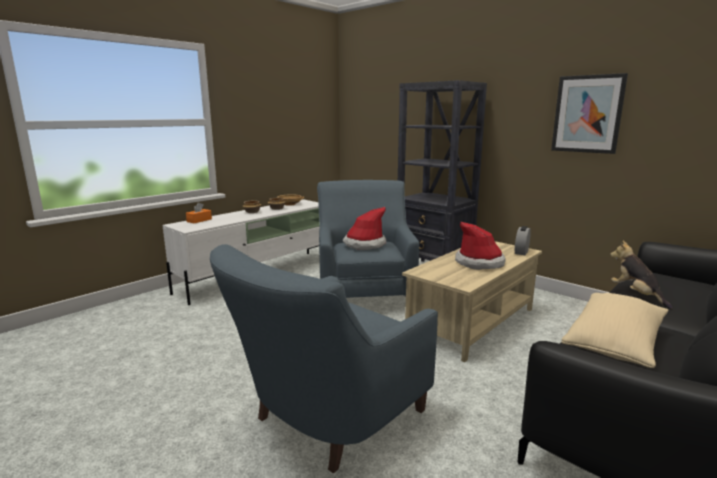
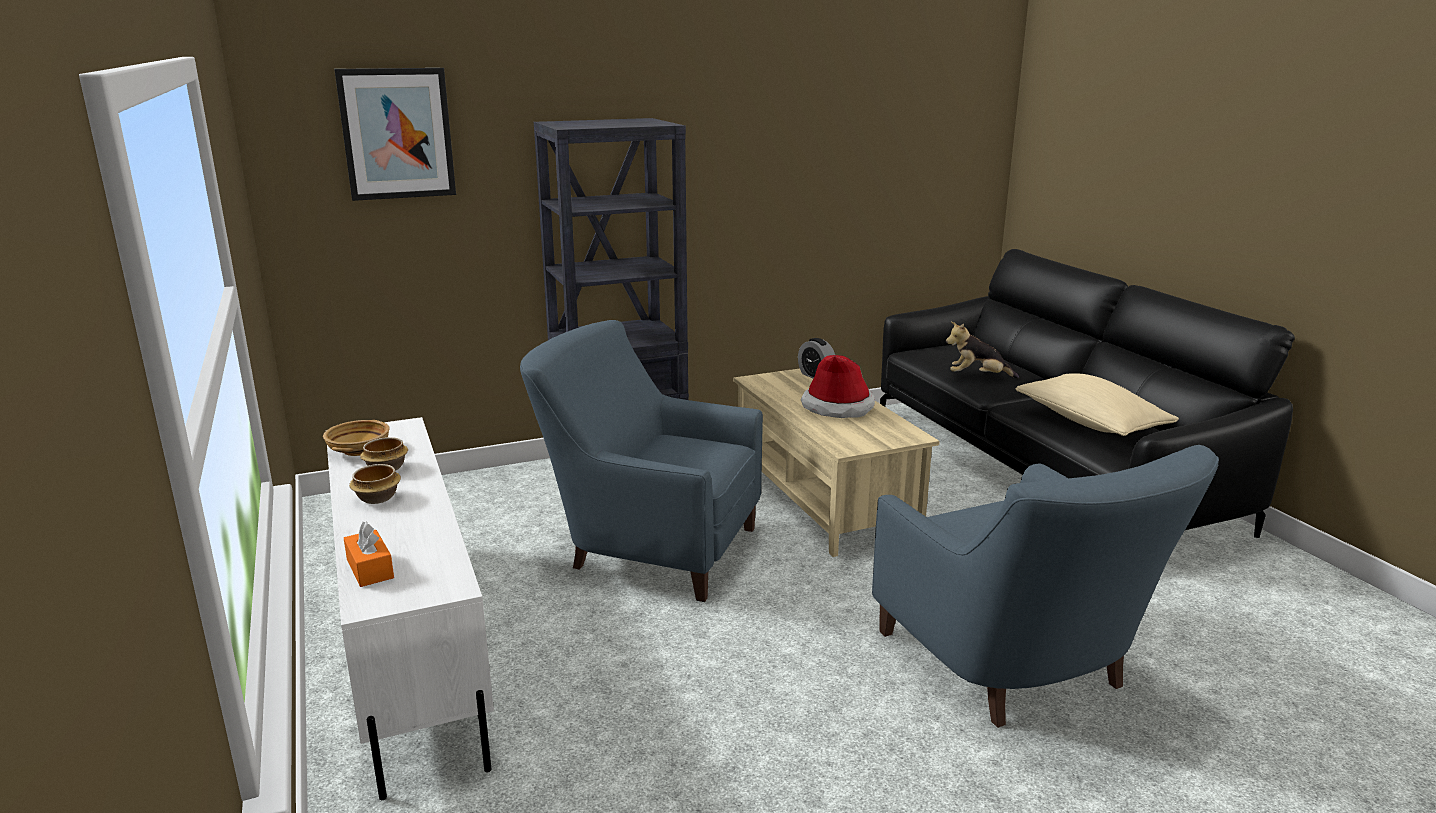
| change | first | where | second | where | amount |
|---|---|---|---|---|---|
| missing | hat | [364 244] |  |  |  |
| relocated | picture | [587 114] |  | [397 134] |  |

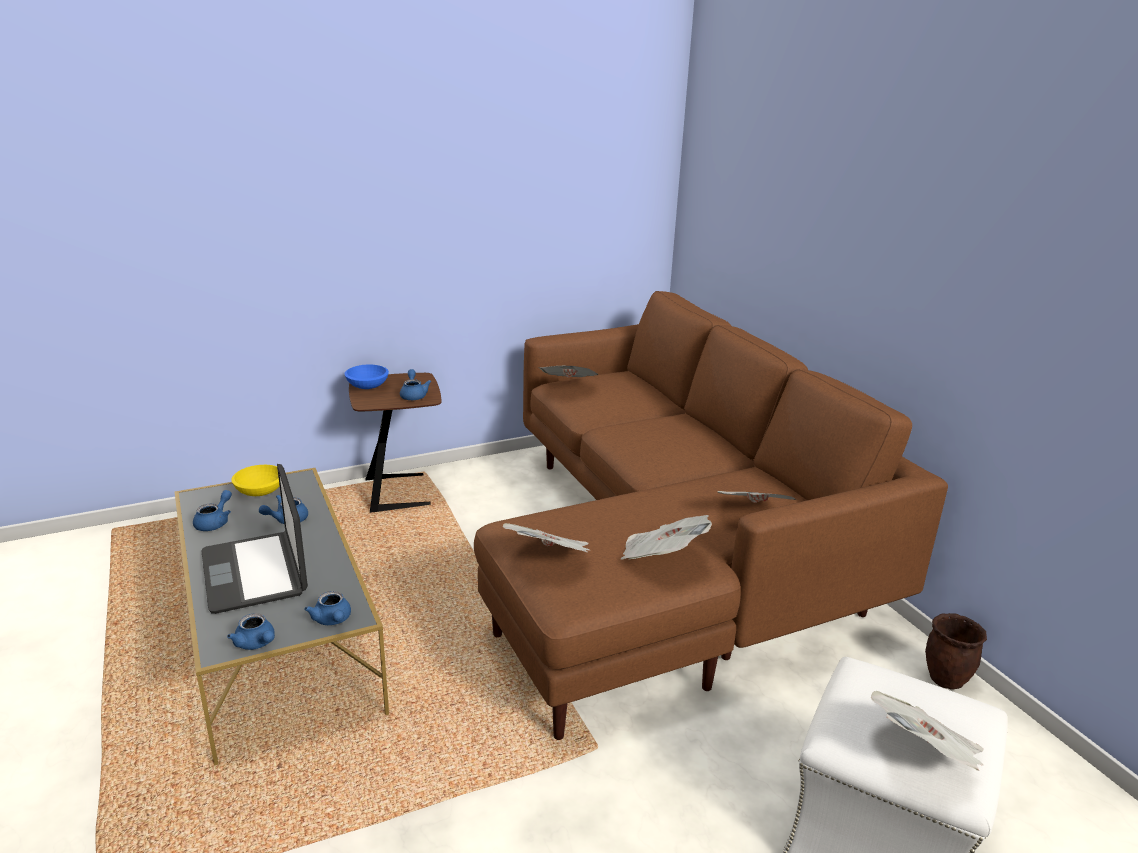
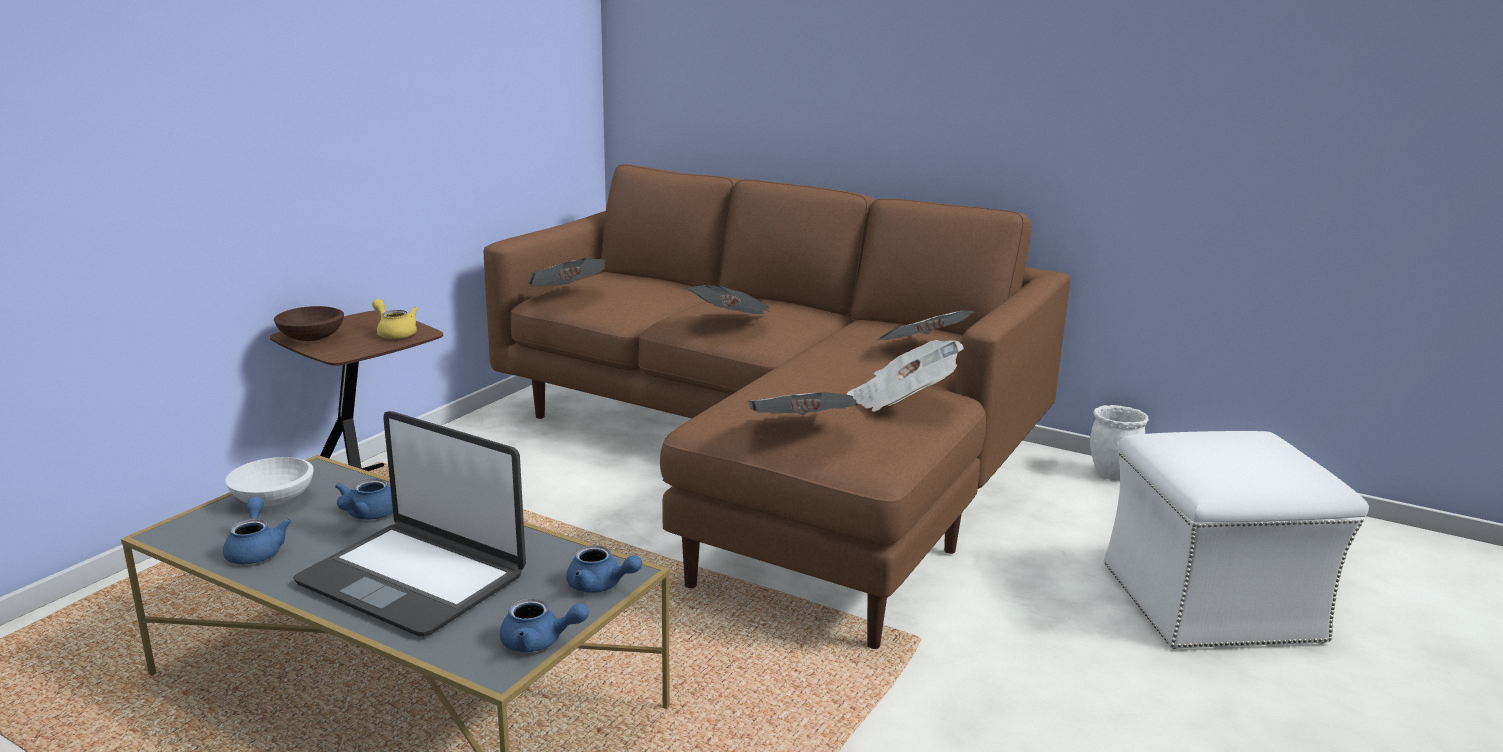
| change | first | where | second | where | amount |
|---|---|---|---|---|---|
| relocated | newspaper | [925 753] |  | [731 323] |  |
| colour | yellow bowl | [261 491] | white bowl | [275 499] |  |
| colour | blue bowl | [368 386] | brown bowl | [312 338] |  |
| colour | blue teapot | [413 395] | yellow teapot | [395 333] |  |
| colour | brown planter | [946 679] | white planter | [1112 474] |  |

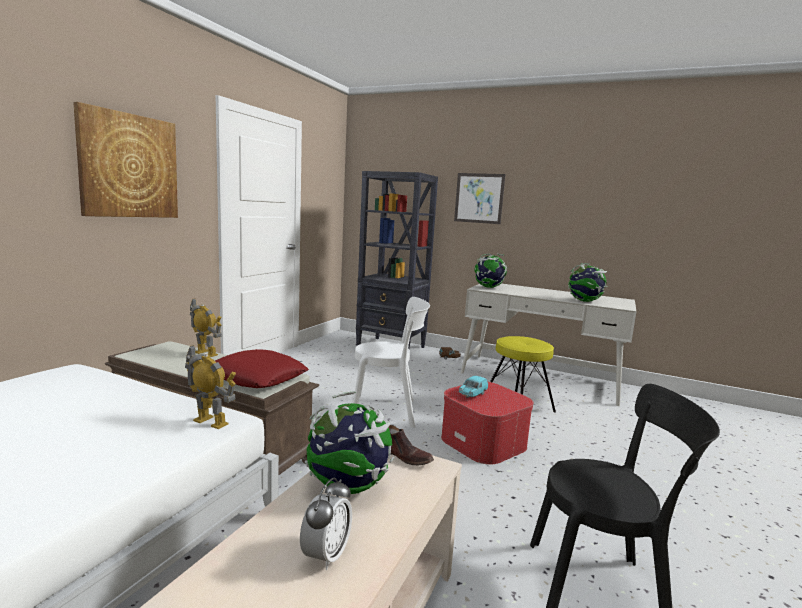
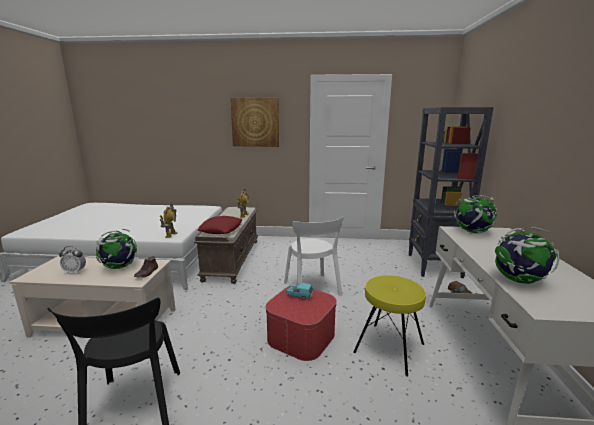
| change | first | where | second | where | amount |
|---|---|---|---|---|---|
| missing | picture | [479 198] |  |  |  |

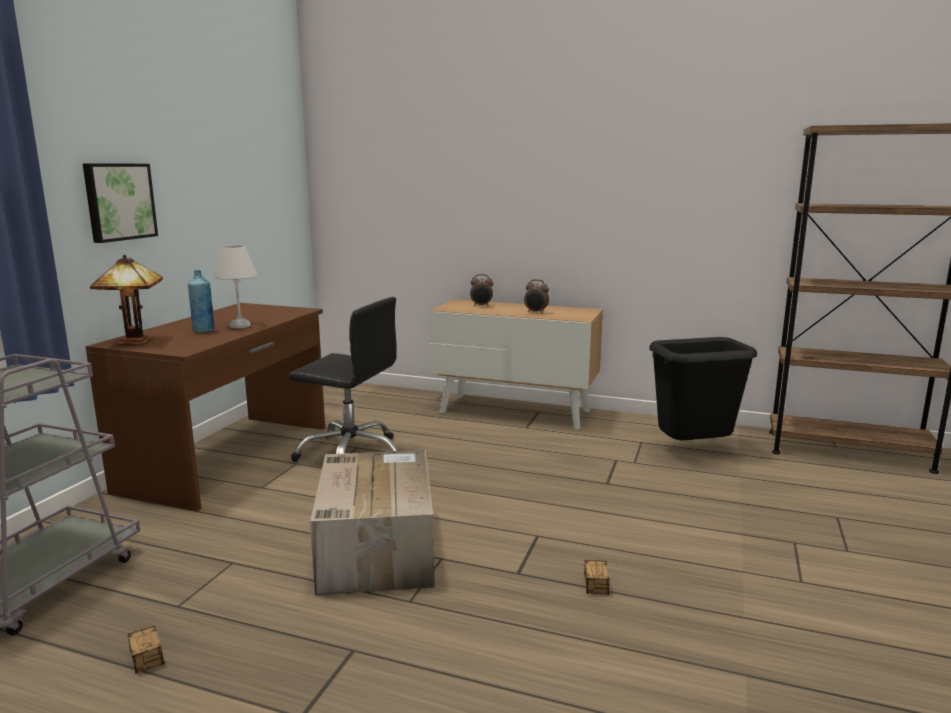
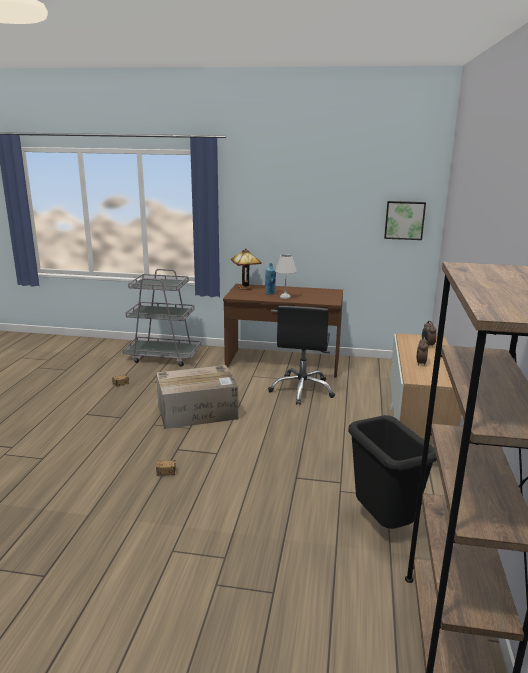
| change | first | where | second | where | amount |
|---|---|---|---|---|---|
| relocated | picture | [119 201] |  | [404 220] |  |

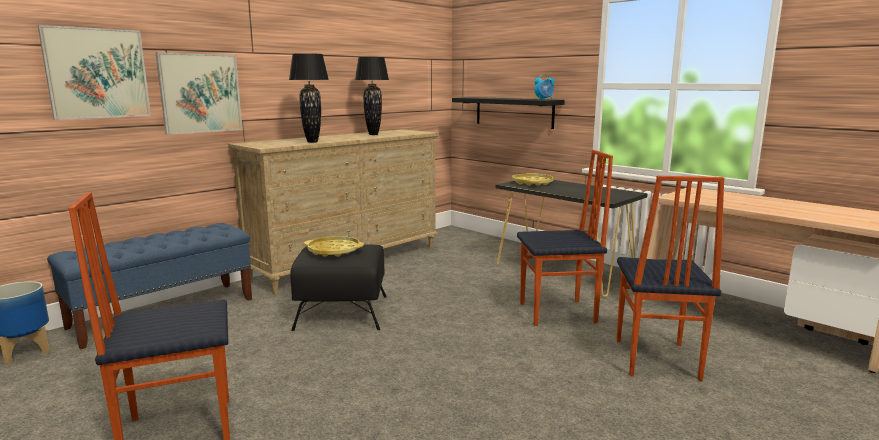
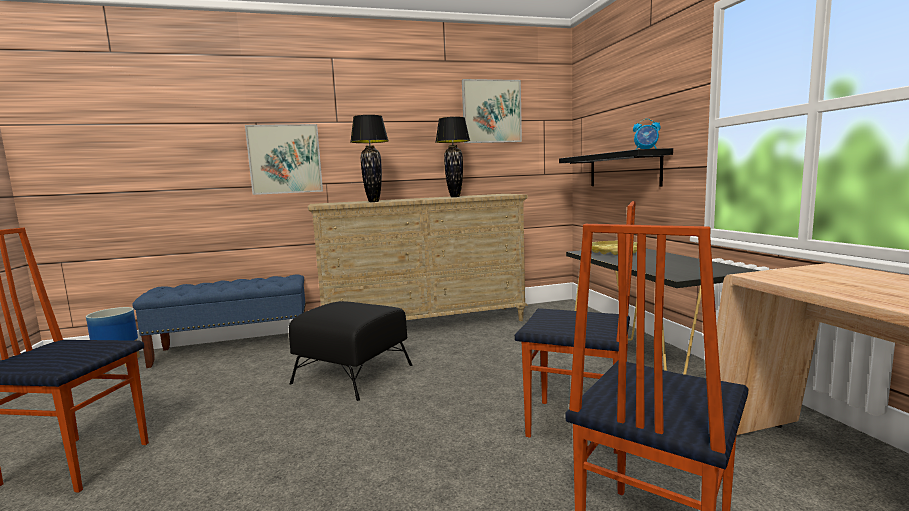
| change | first | where | second | where | amount |
|---|---|---|---|---|---|
| missing | yellow tray | [334 251] |  |  |  |
| relocated | picture | [97 73] |  | [491 111] |  |

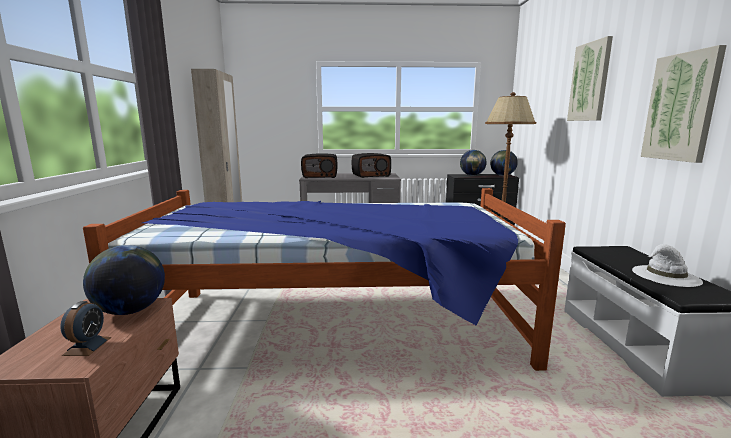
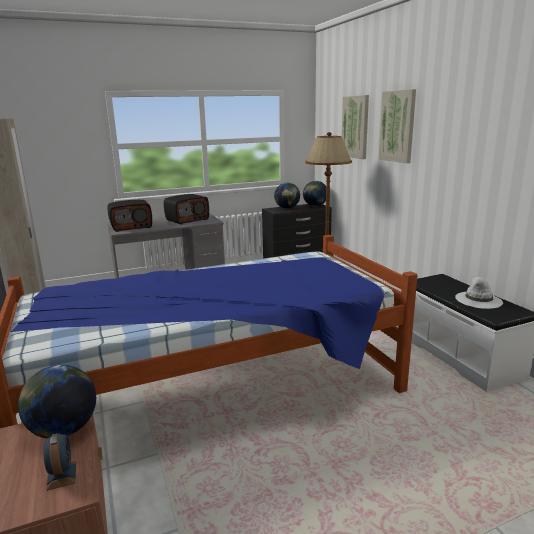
| change | first | where | second | where | amount |
|---|---|---|---|---|---|
| relocated | picture | [681 107] |  | [355 127] |  |

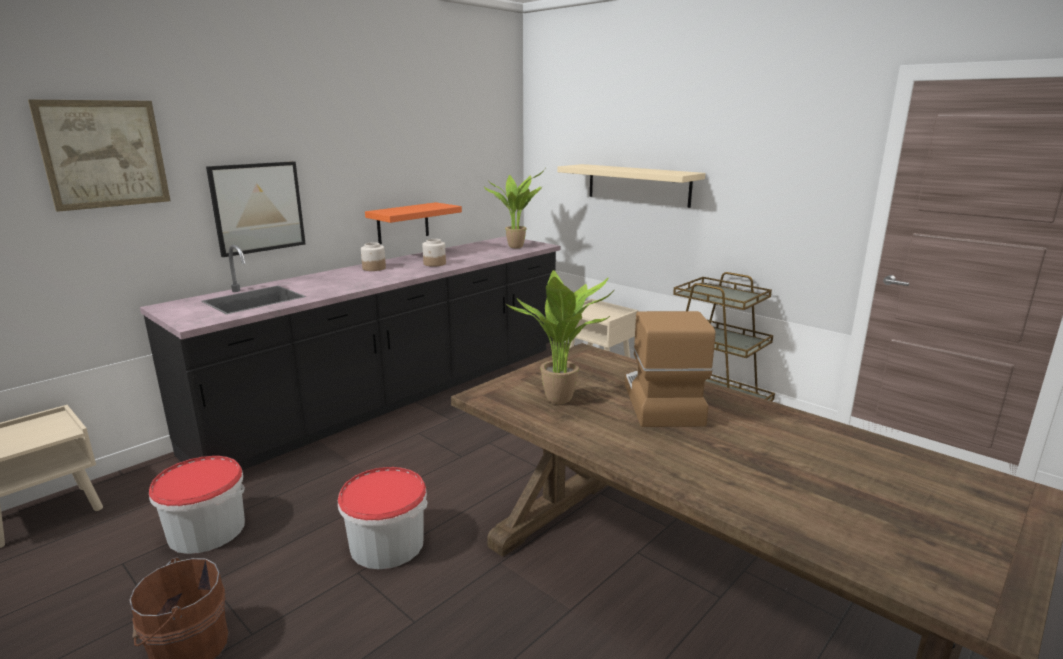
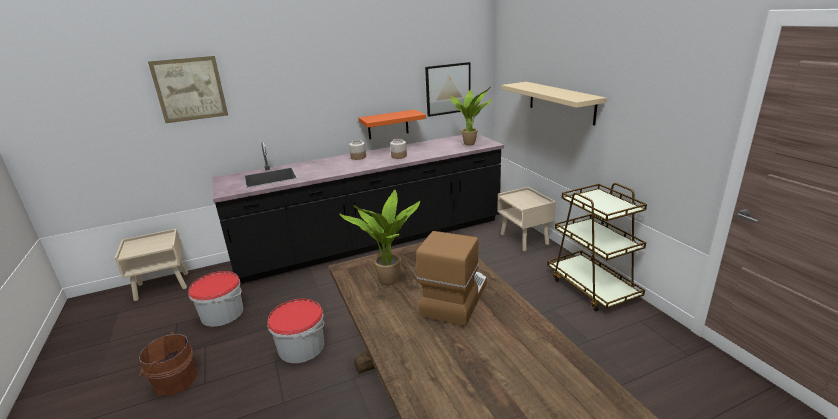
| change | first | where | second | where | amount |
|---|---|---|---|---|---|
| relocated | picture | [258 207] |  | [448 89] |  |

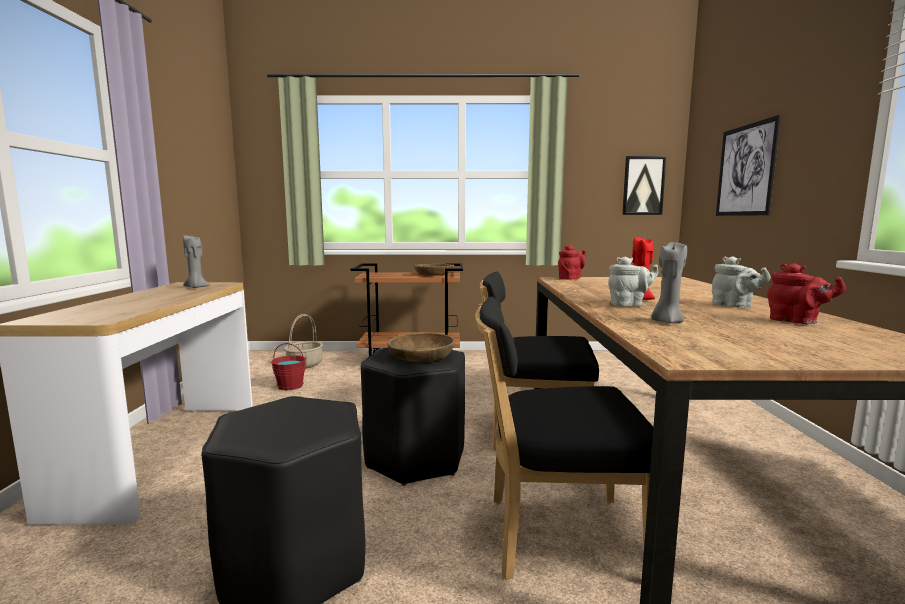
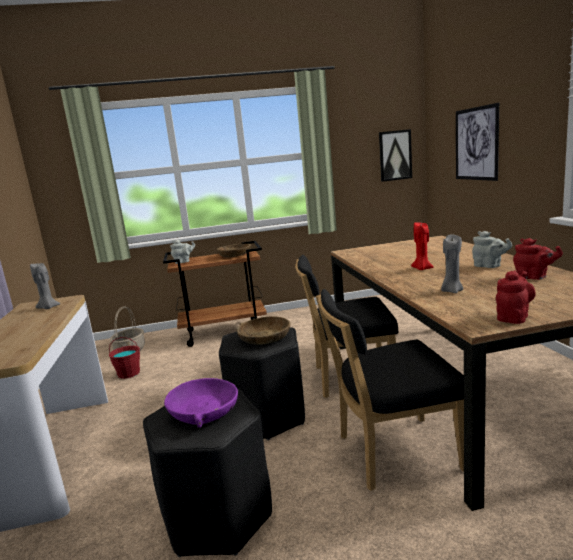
| change | first | where | second | where | amount |
|---|---|---|---|---|---|
| appeared |  |  | purple bowl | [204 411] |  |
| relocated | red teapot | [571 278] |  | [513 317] |  |
| relocated | grey teapot | [629 305] |  | [183 262] |  |

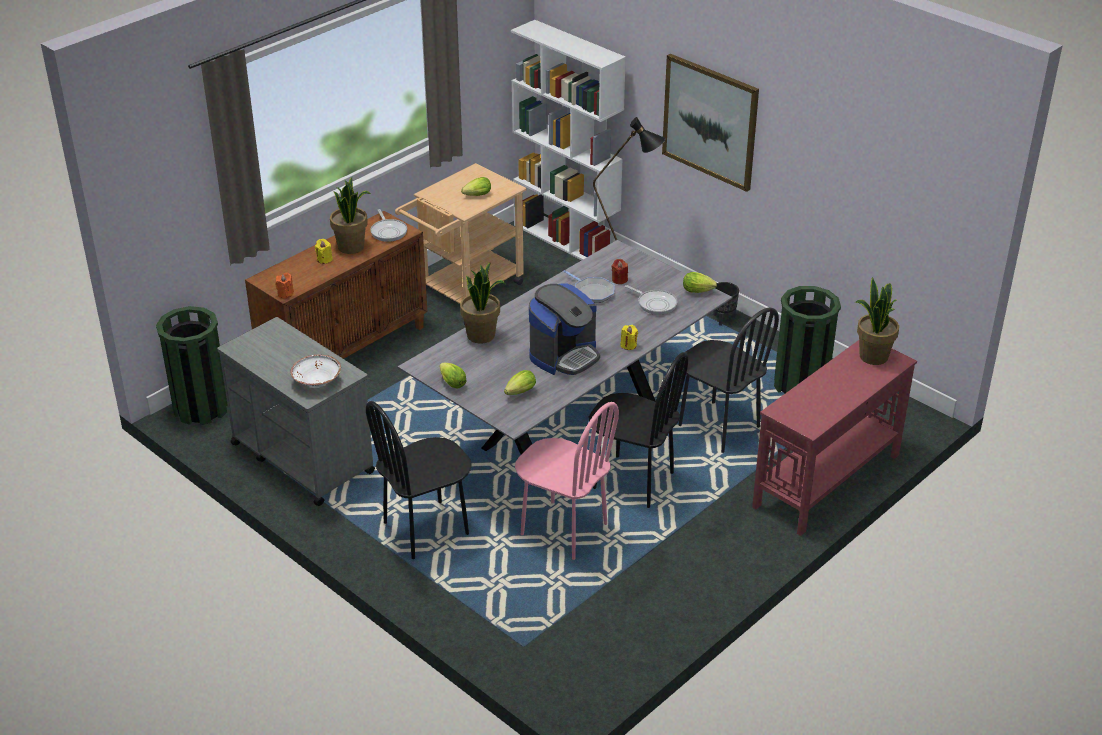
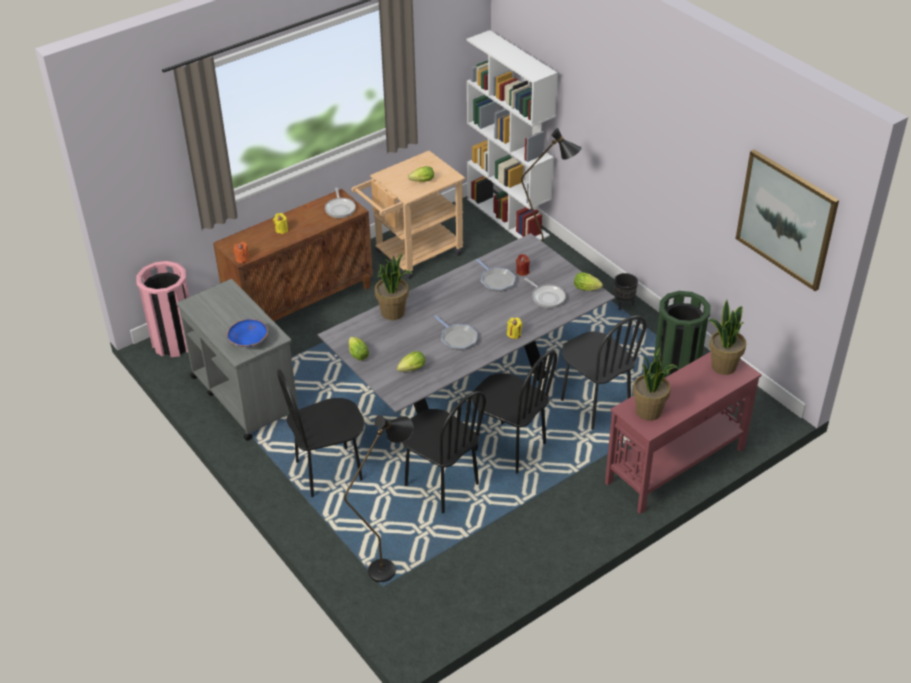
| change | first | where | second | where | amount |
|---|---|---|---|---|---|
| appeared |  |  | black floor lamp | [390 566] |  |
| relocated | potted plant | [351 247] |  | [649 411] |  |
| relocated | picture | [710 121] |  | [786 219] |  |
| exchanged | coffee machine | [564 355] | frying pan | [457 338] |  |
| colour | green trash can | [201 408] | pink trash can | [174 342] |  |
| colour | white bowl | [317 381] | blue bowl | [249 341] |  |
| colour | pink chair | [563 530] | black chair | [441 485] |  |

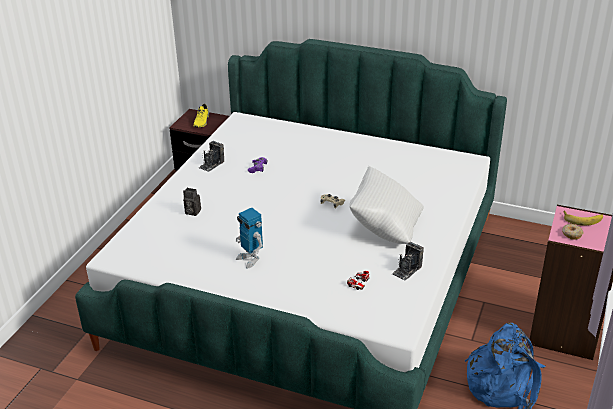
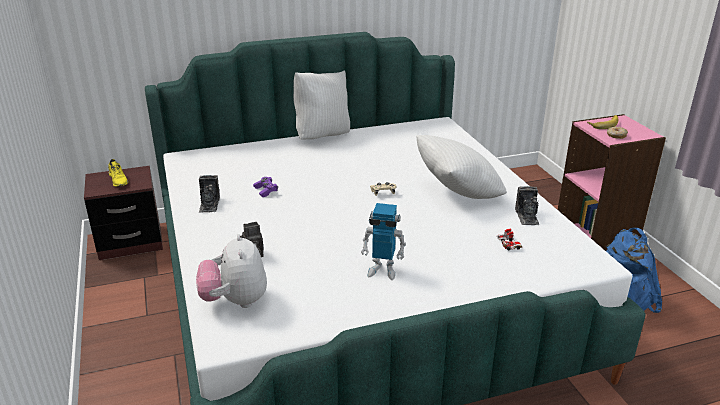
| change | first | where | second | where | amount |
|---|---|---|---|---|---|
| appeared |  |  | plush toy | [235 301] |  |
| appeared |  |  | white pillow | [322 135] |  |

